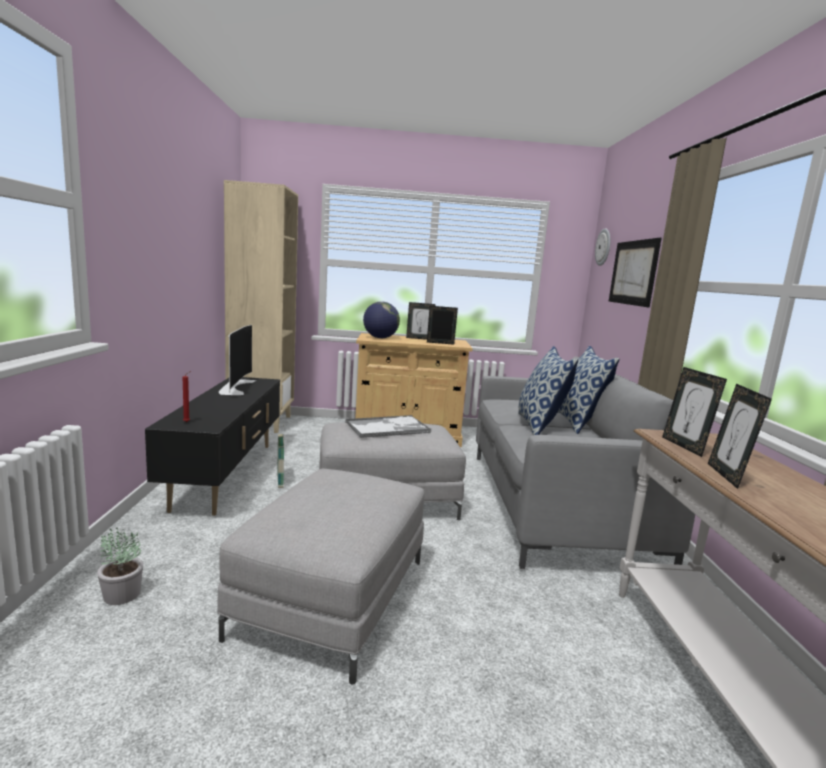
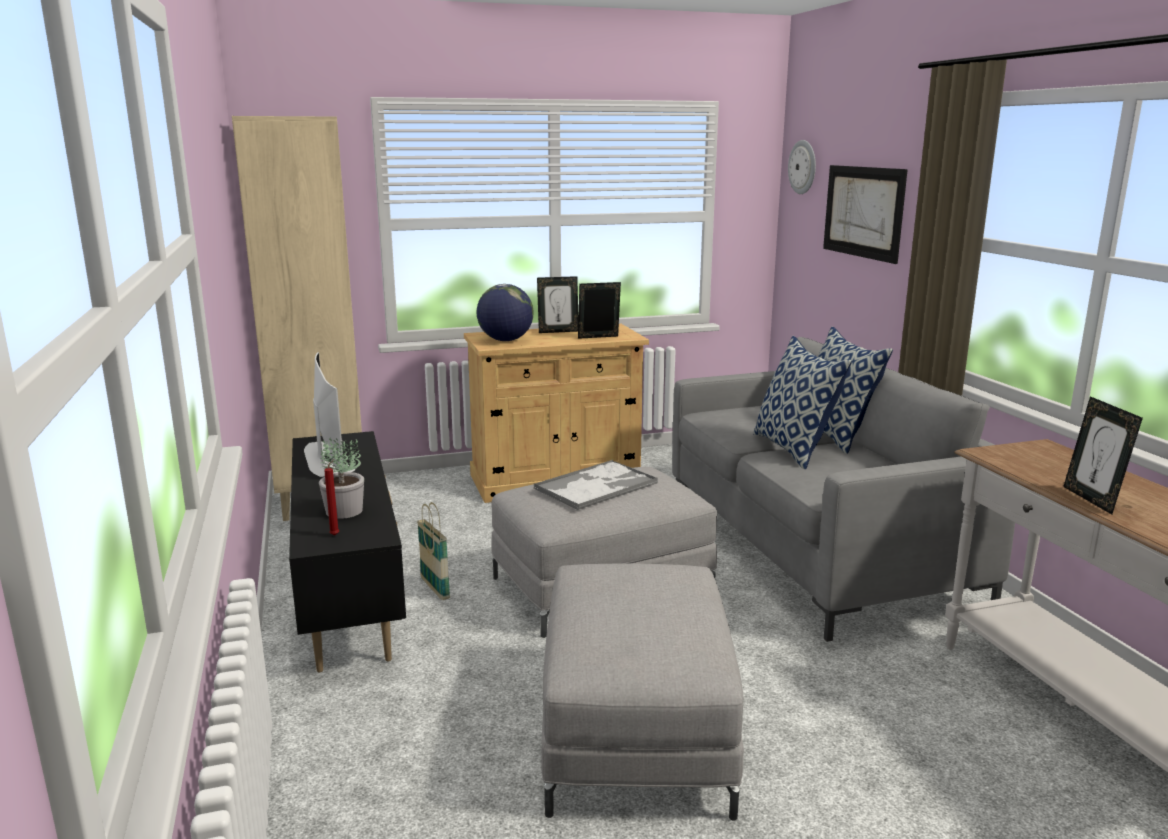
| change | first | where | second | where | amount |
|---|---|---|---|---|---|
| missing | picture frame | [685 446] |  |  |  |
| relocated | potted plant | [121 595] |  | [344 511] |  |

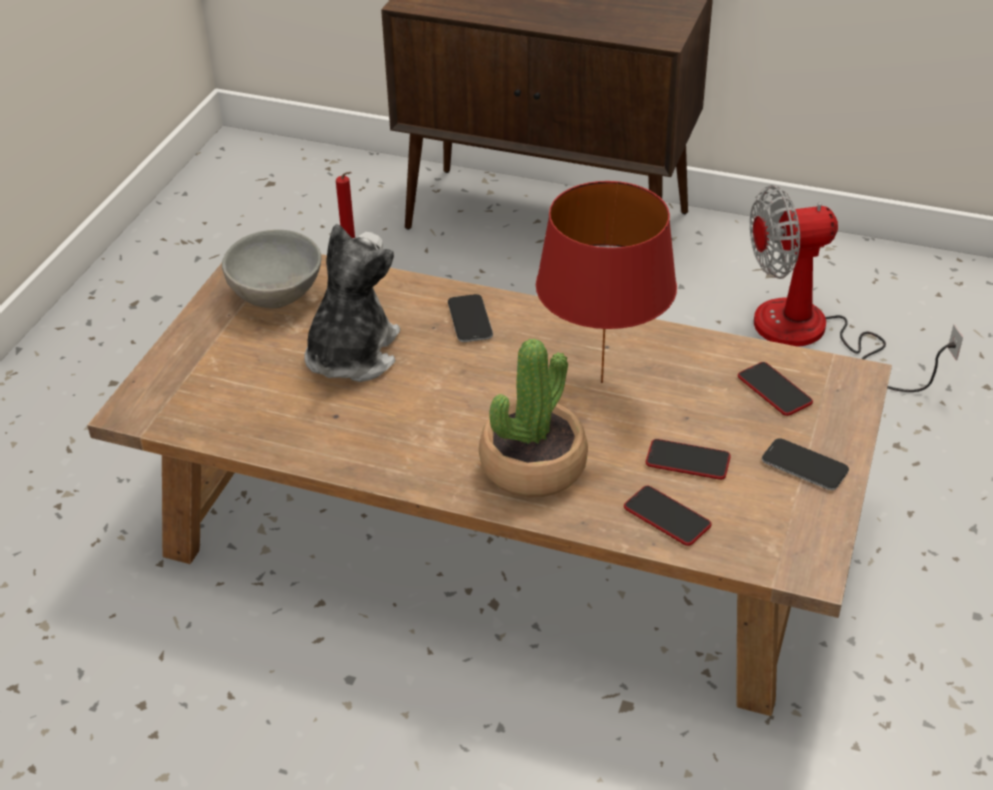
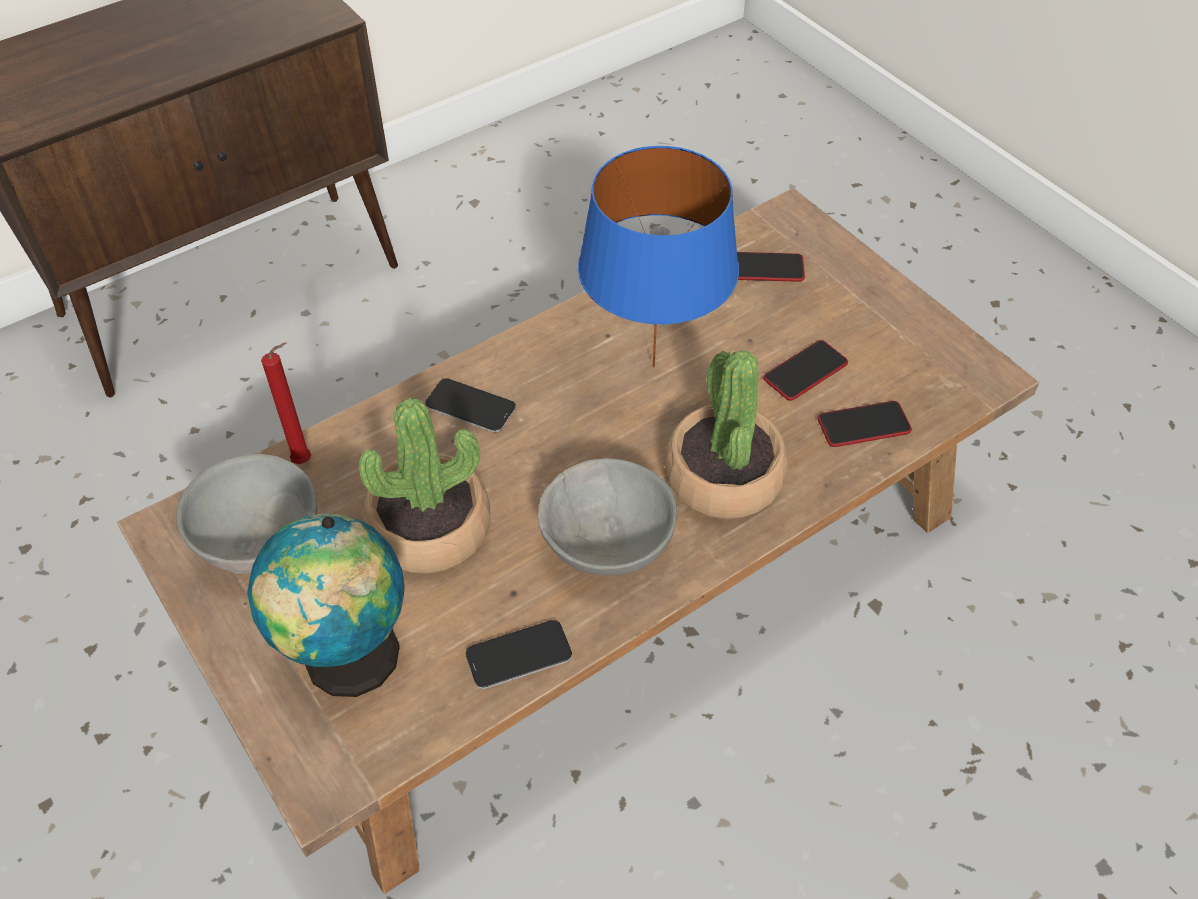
| change | first | where | second | where | amount |
|---|---|---|---|---|---|
| missing | fan | [813 335] |  |  |  |
| appeared |  |  | globe | [350 661] |  |
| appeared |  |  | grey bowl | [607 548] |  |
| relocated | phone | [804 466] |  | [519 655] |  |
| exchanged | plush toy | [351 355] | potted plant | [430 529] |  |
| colour | red table lamp | [600 381] | blue table lamp | [651 367] |  |

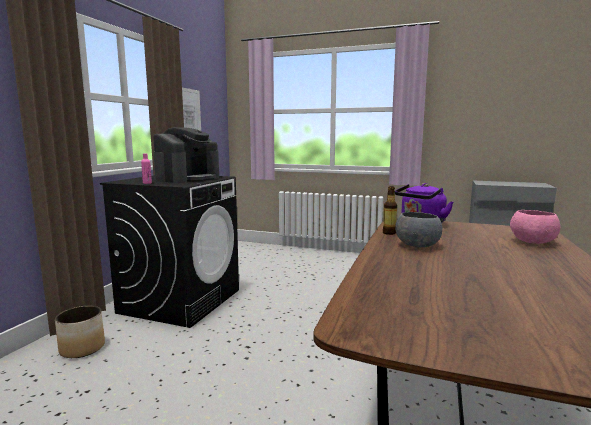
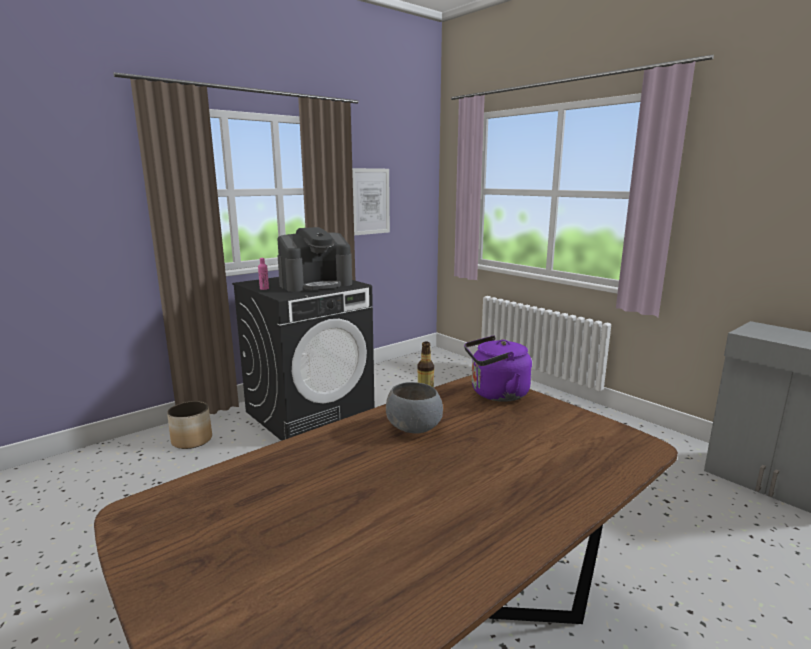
| change | first | where | second | where | amount |
|---|---|---|---|---|---|
| missing | pink bowl | [533 242] |  |  |  |

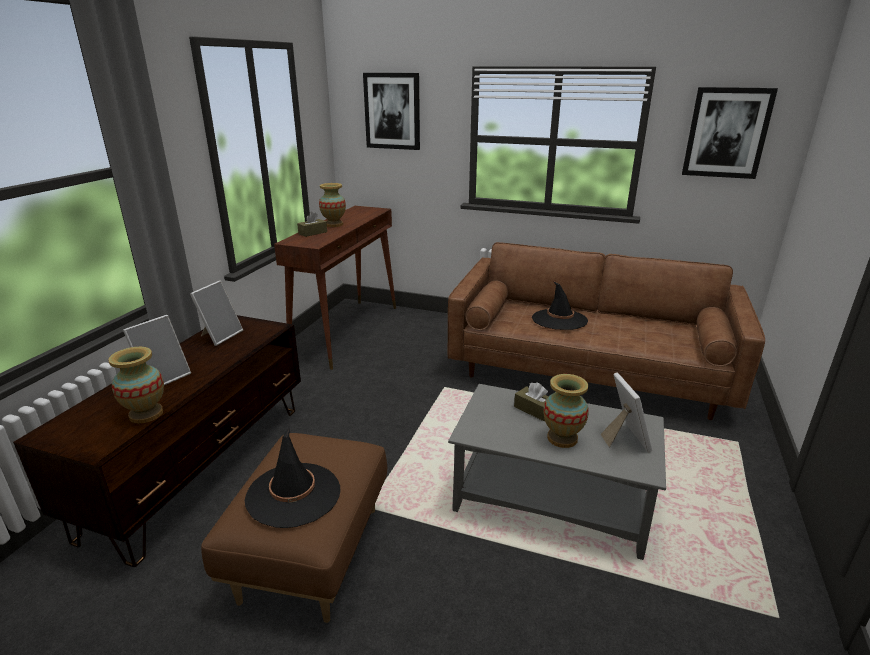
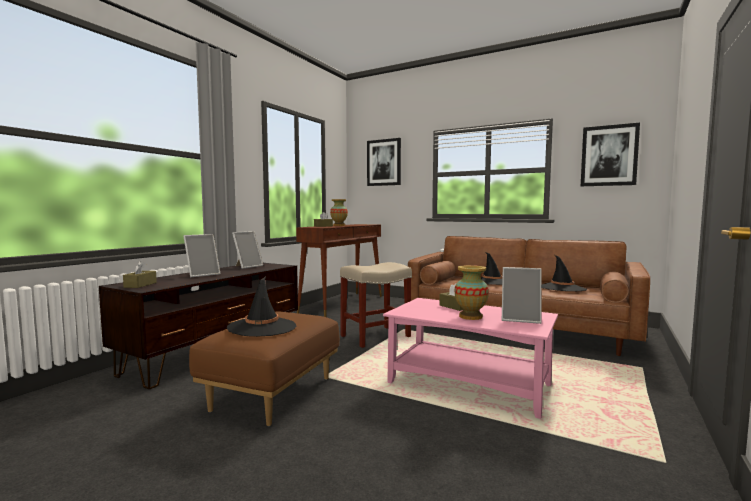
| change | first | where | second | where | amount |
|---|---|---|---|---|---|
| missing | vase | [146 414] |  |  |  |
| appeared |  |  | brown tissue box | [140 285] |  |
| appeared |  |  | beige stool | [376 336] |  |
| appeared |  |  | black hat | [561 288] |  |
| colour | grey coffee table | [552 501] | pink coffee table | [470 384] |  |
| spun | picture frame | [624 439] |  | [520 319] | 105 degrees clockwise |

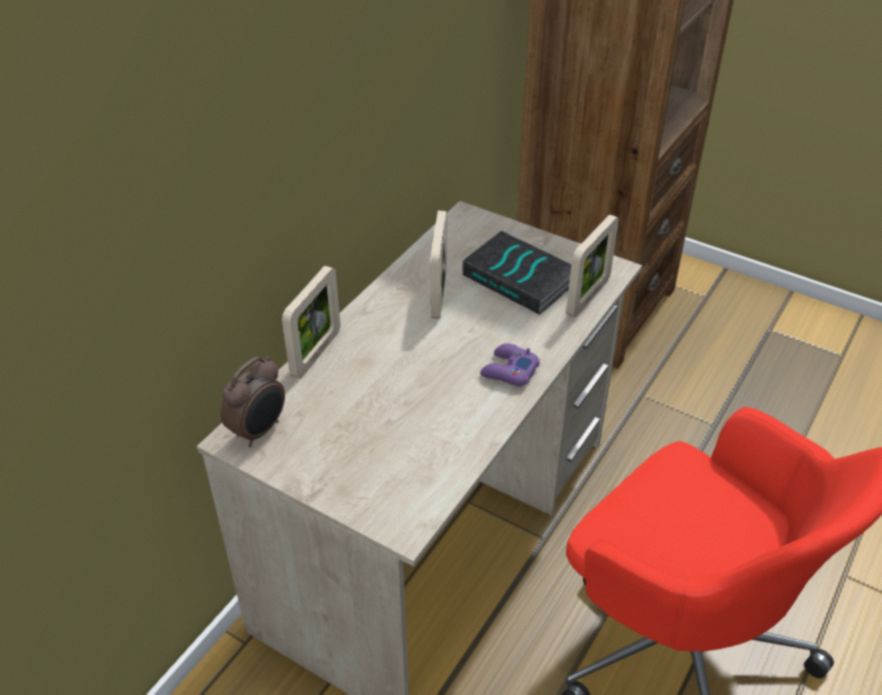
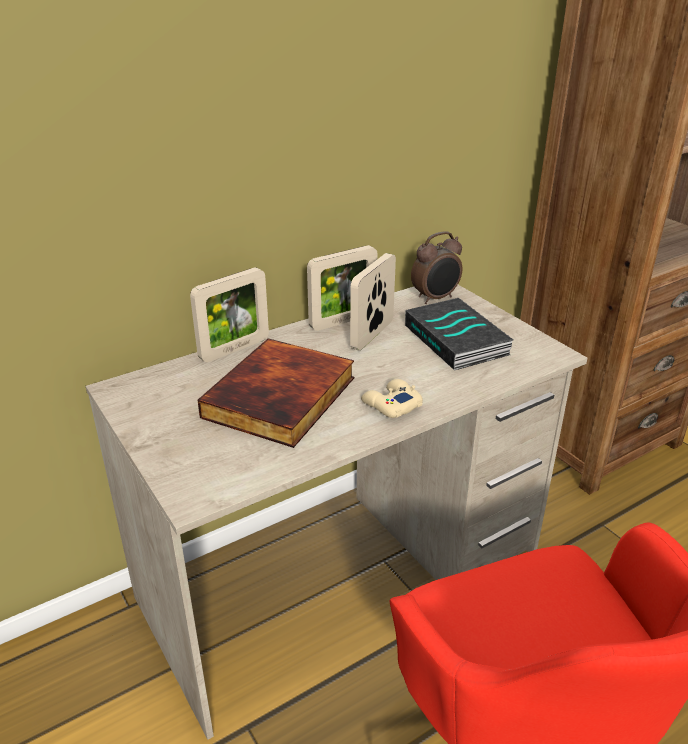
| change | first | where | second | where | amount |
|---|---|---|---|---|---|
| appeared |  |  | book | [282 398] |  |
| relocated | alarm clock | [259 431] |  | [435 298] |  |
| relocated | picture frame | [588 297] |  | [342 321] |  |
| colour | purple game controller | [509 371] | beige game controller | [391 404] |  |

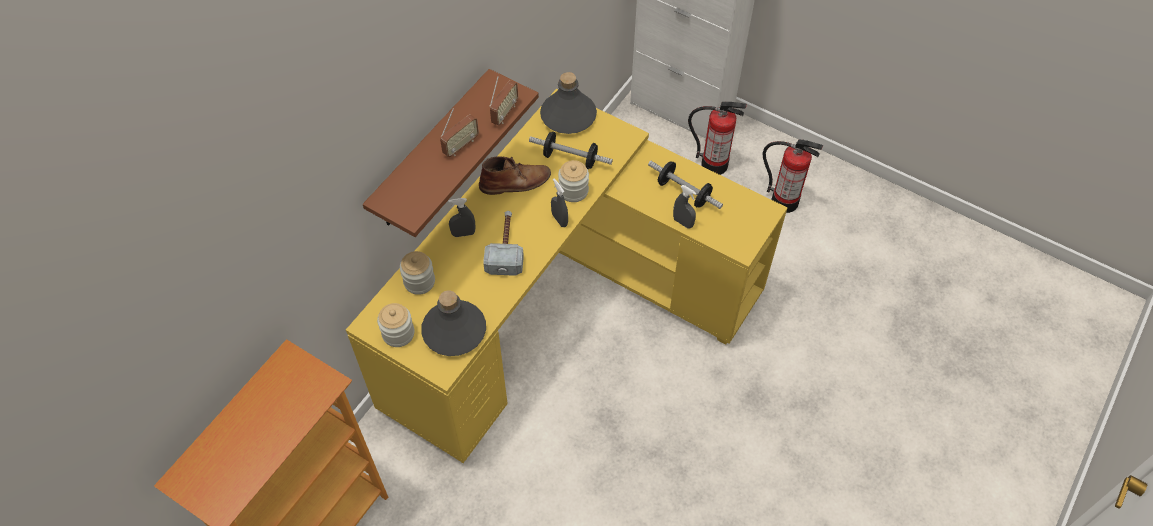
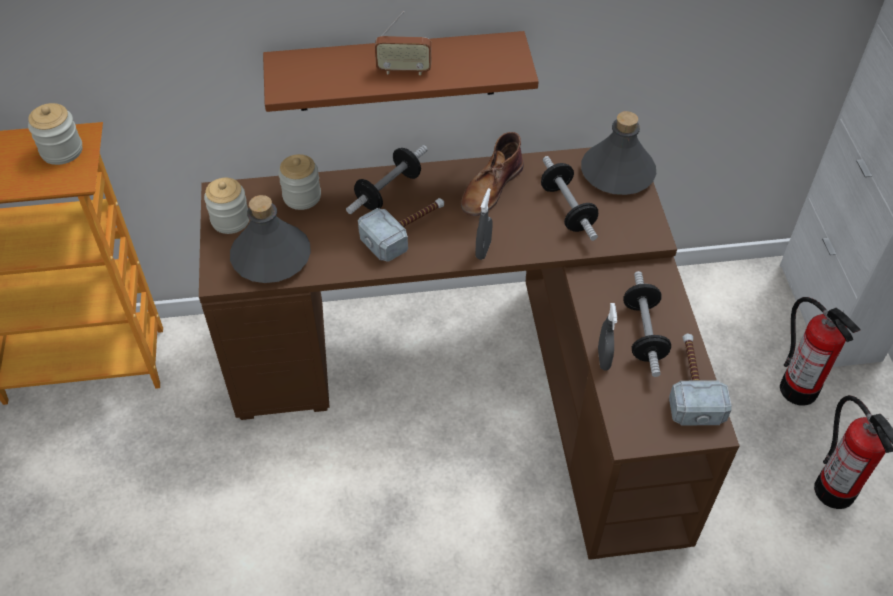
| change | first | where | second | where | amount |
|---|---|---|---|---|---|
| missing | radio | [504 113] |  |  |  |
| appeared |  |  | hammer | [692 385] |  |
| relocated | jar | [573 191] |  | [62 151] |  |
| exchanged | grey spray bottle | [463 233] | dumbbell | [388 191] |  |
| colour | yellow desk | [561 307] | brown desk | [481 377] |  |
| spun | brown boot | [516 182] |  | [491 188] | 90 degrees clockwise |

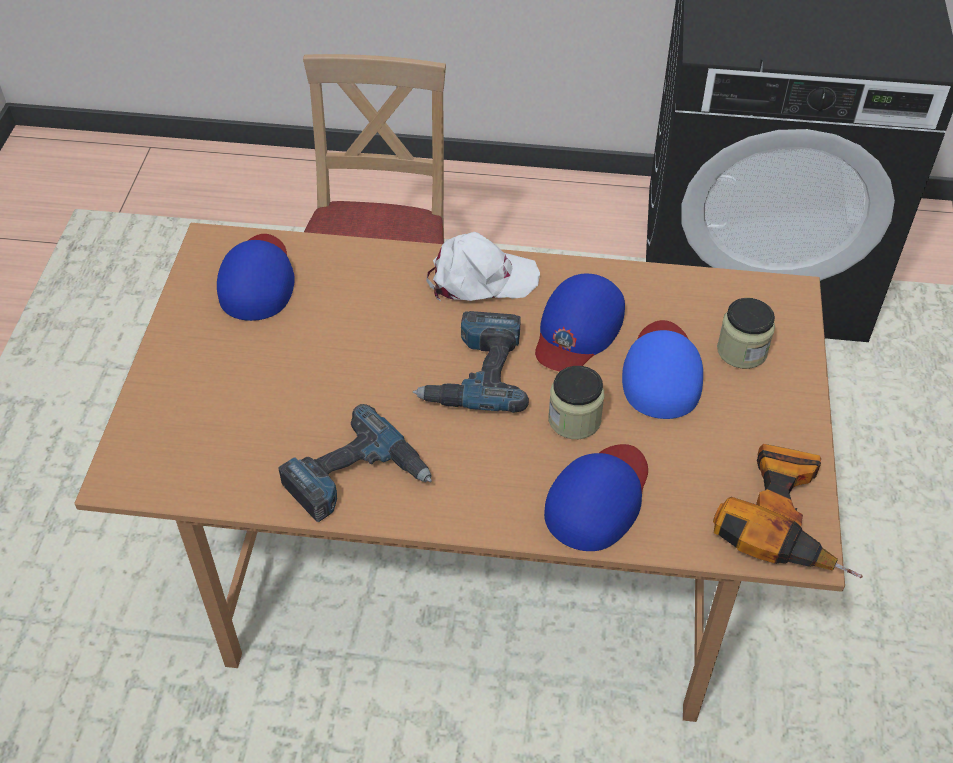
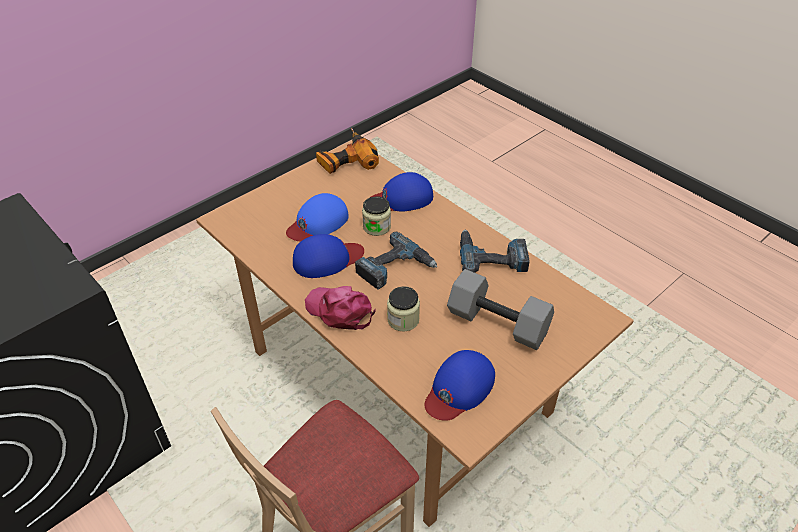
| change | first | where | second | where | amount |
|---|---|---|---|---|---|
| appeared |  |  | grey dumbbell | [499 322] |  |
| relocated | jar | [742 351] |  | [403 320] |  |
| colour | white cap | [480 279] | pink cap | [340 311] |  |

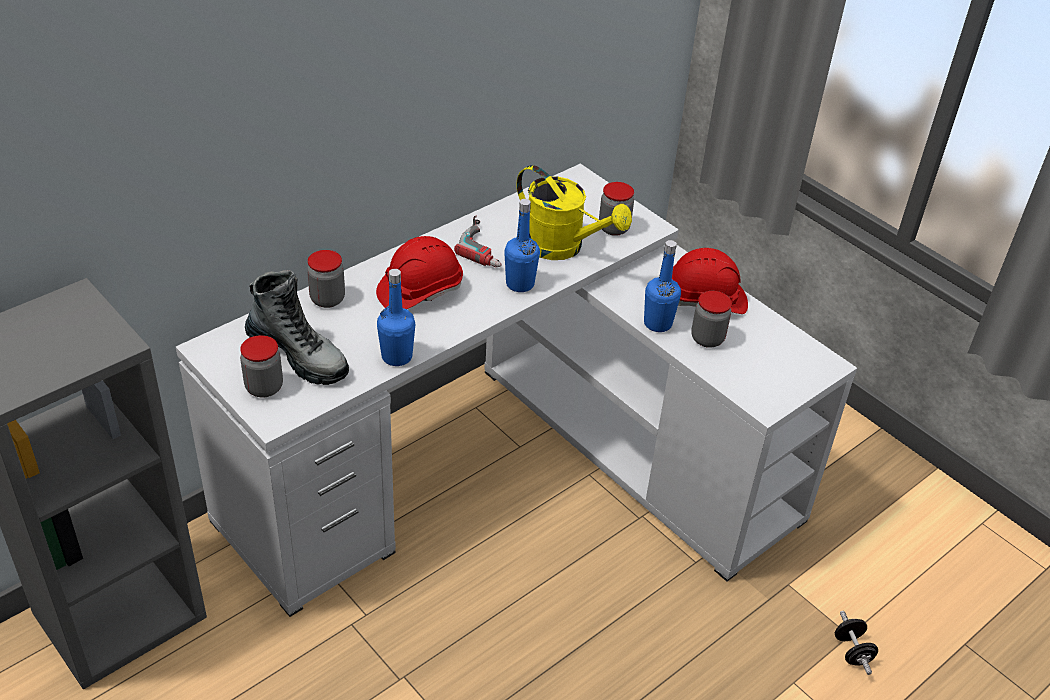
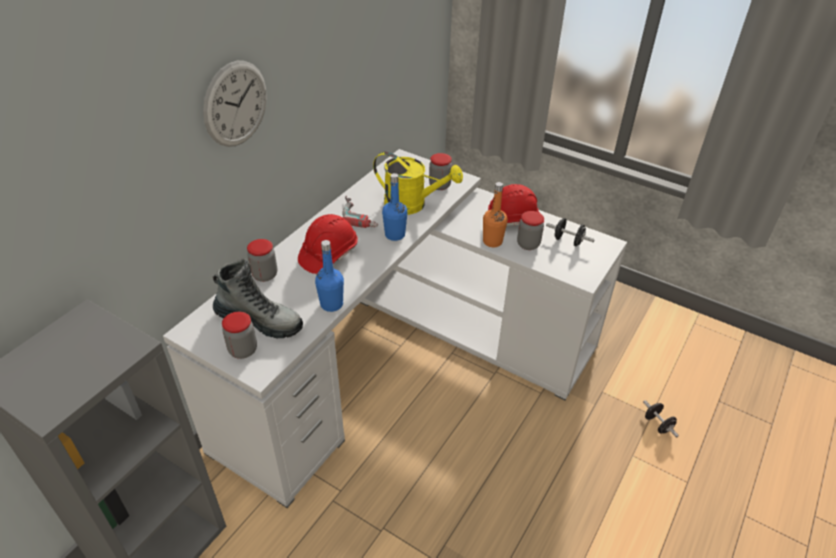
| change | first | where | second | where | amount |
|---|---|---|---|---|---|
| appeared |  |  | wall clock | [236 104] |  |
| appeared |  |  | black dumbbell | [568 241] |  |
| colour | blue bottle | [657 323] | orange bottle | [492 241] |  |

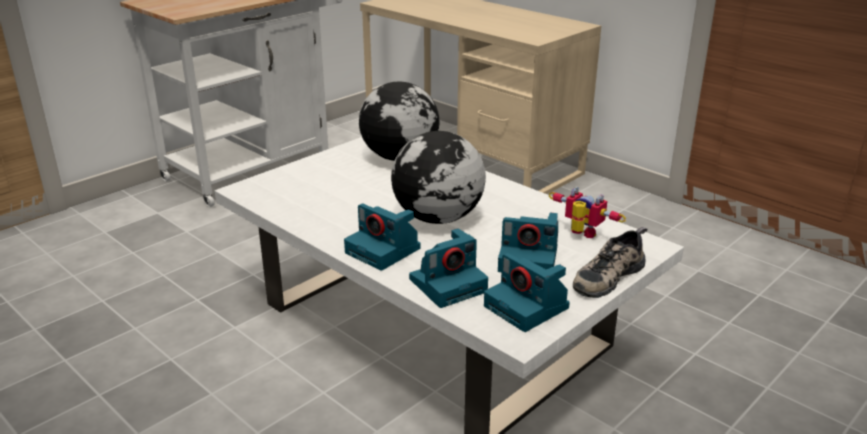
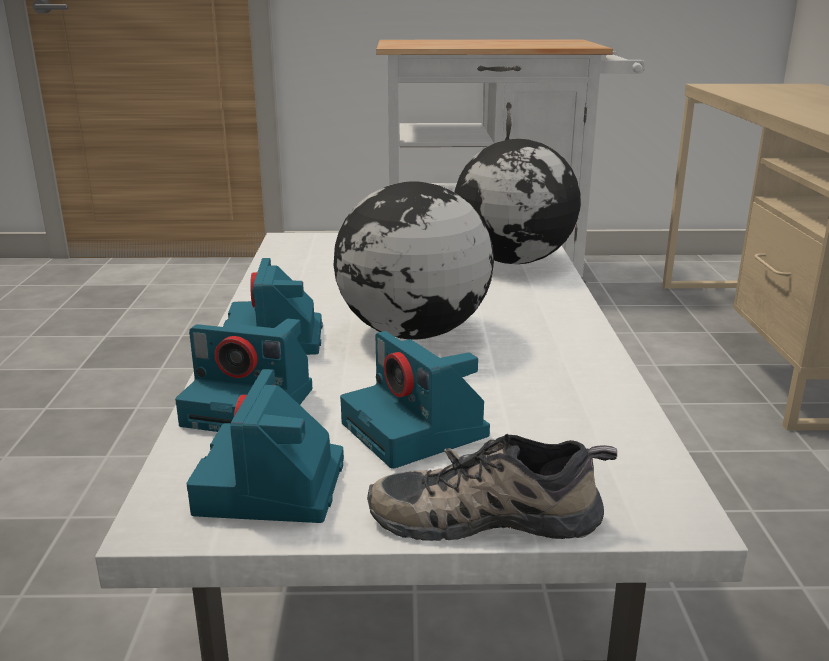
| change | first | where | second | where | amount |
|---|---|---|---|---|---|
| missing | toy robot | [580 235] |  |  |  |

